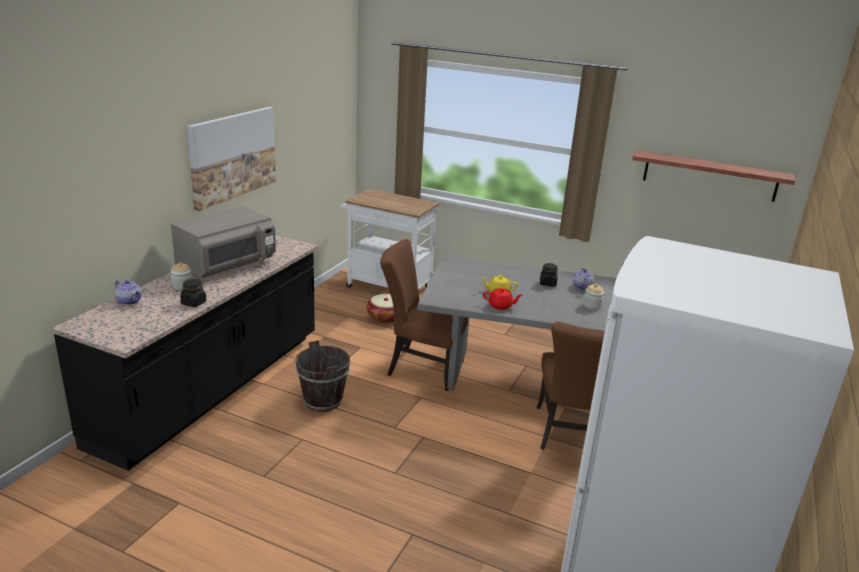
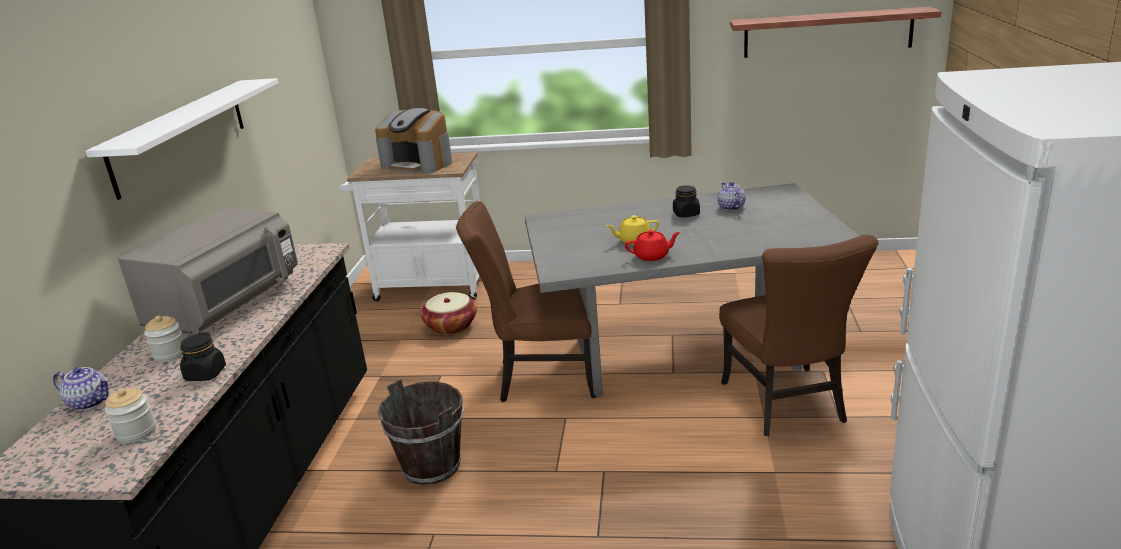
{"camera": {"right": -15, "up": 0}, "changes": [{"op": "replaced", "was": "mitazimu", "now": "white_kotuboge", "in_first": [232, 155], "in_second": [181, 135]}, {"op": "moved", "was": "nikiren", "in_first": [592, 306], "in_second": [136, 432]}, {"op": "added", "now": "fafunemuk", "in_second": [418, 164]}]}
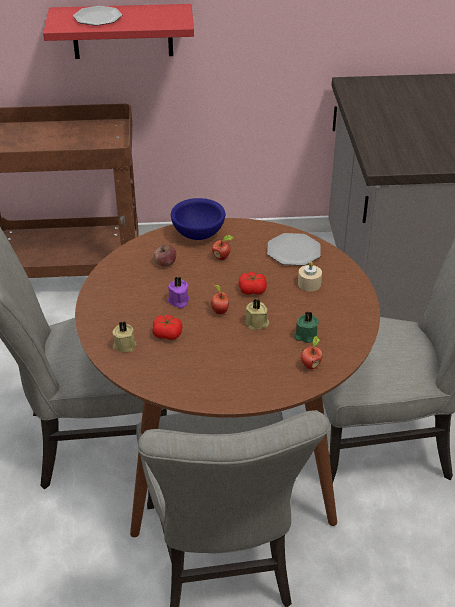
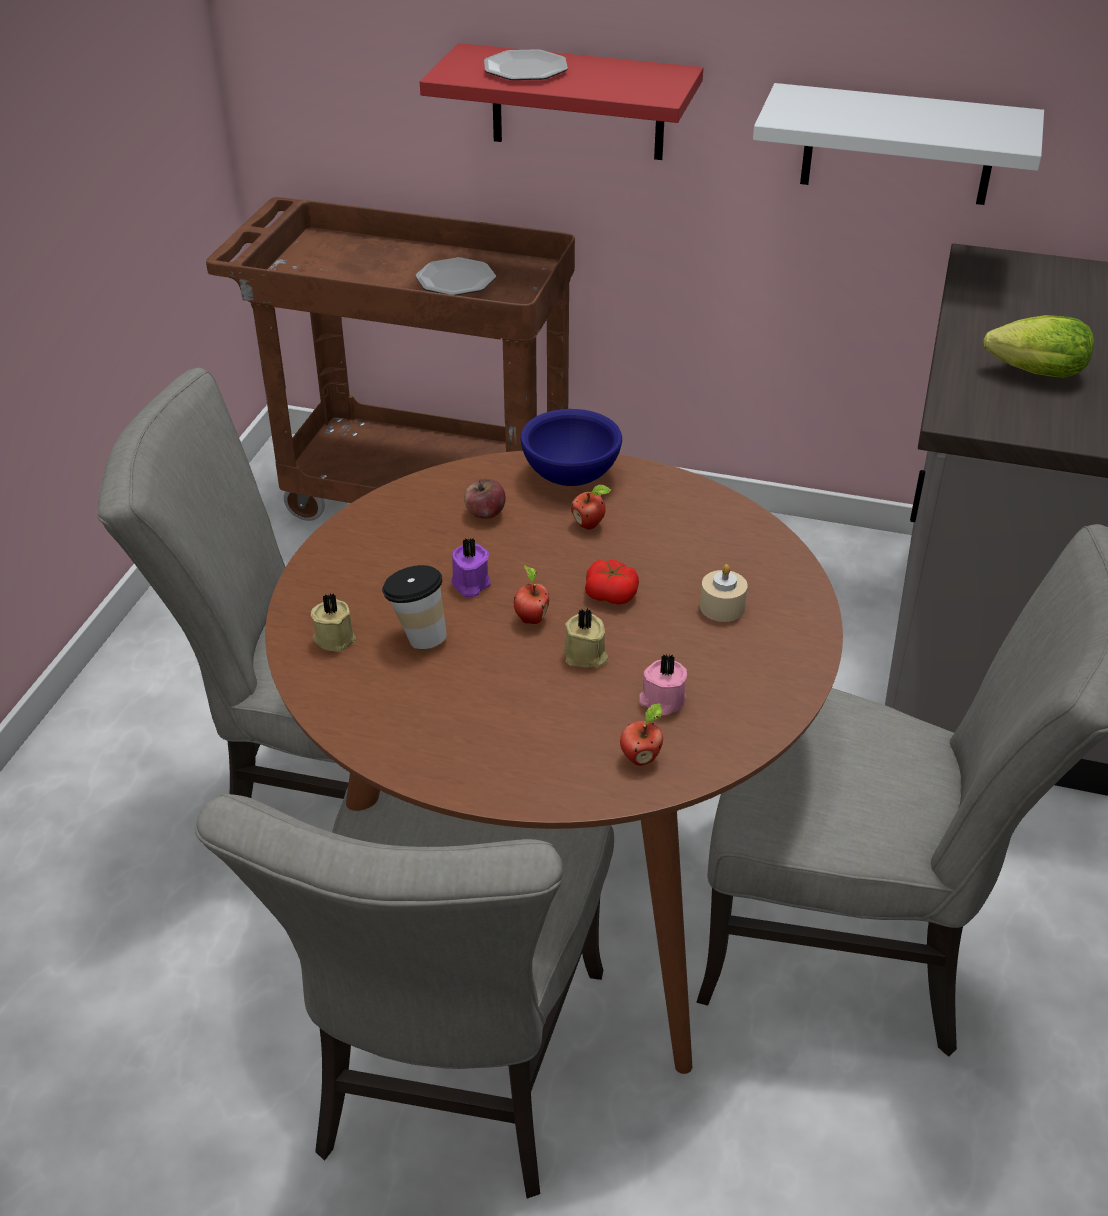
{"camera": {"right": 20, "up": 0}, "changes": [{"op": "replaced", "was": "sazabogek", "now": "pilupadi", "in_first": [167, 334], "in_second": [418, 637]}, {"op": "moved", "was": "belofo", "in_first": [294, 251], "in_second": [456, 280]}, {"op": "recoloured", "was": "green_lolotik", "now": "pink_lolotik", "in_first": [305, 335], "in_second": [662, 700]}, {"op": "added", "now": "white_kotuboge", "in_second": [898, 145]}, {"op": "added", "now": "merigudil", "in_second": [1030, 373]}]}
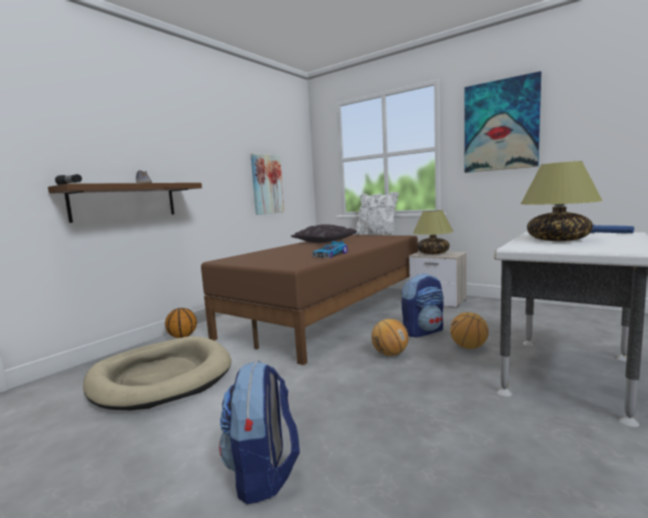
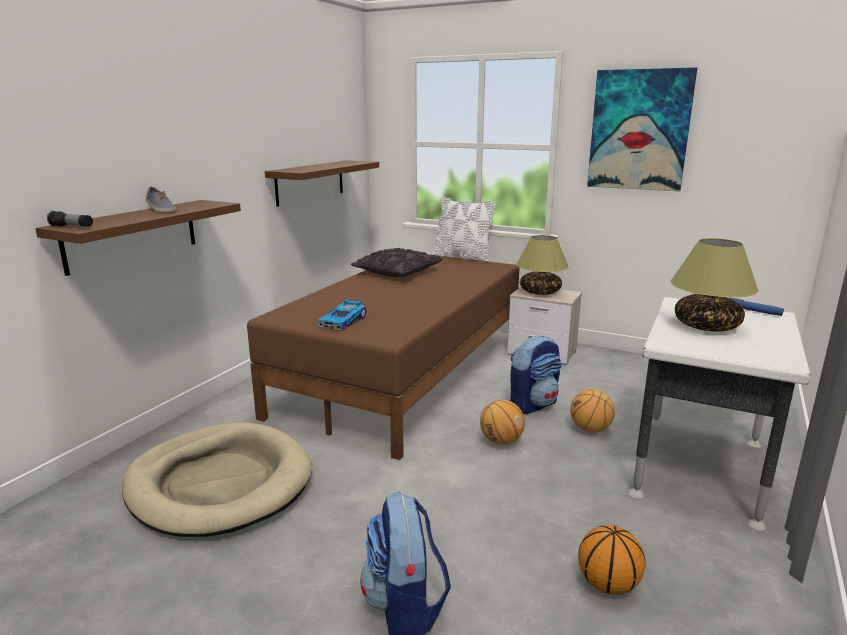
{"camera": {"right": -10, "up": 10}, "changes": [{"op": "replaced", "was": "mitazimu", "now": "brown_kotuboge", "in_first": [266, 184], "in_second": [310, 182]}, {"op": "moved", "was": "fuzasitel", "in_first": [331, 255], "in_second": [344, 321]}, {"op": "moved", "was": "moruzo", "in_first": [183, 337], "in_second": [608, 584]}]}
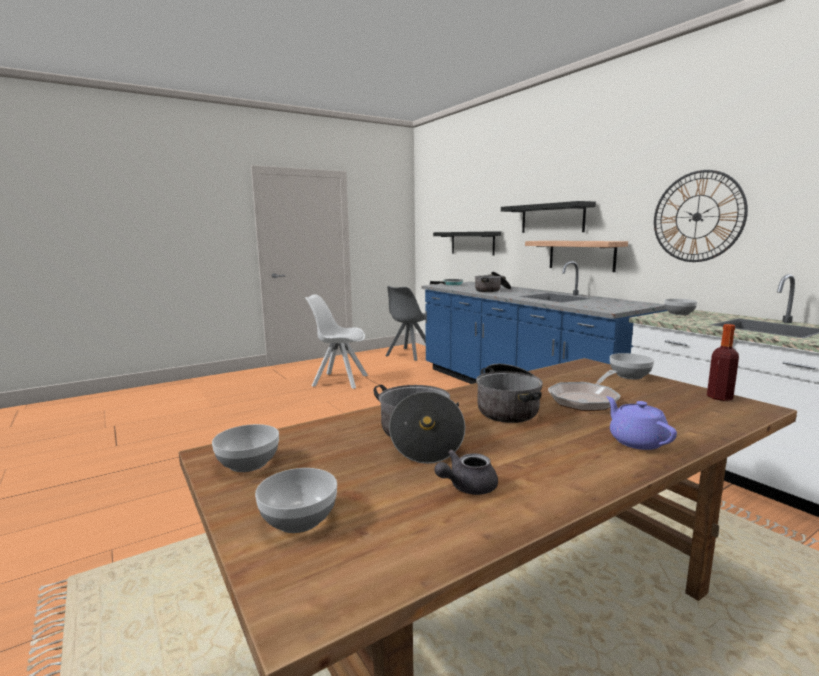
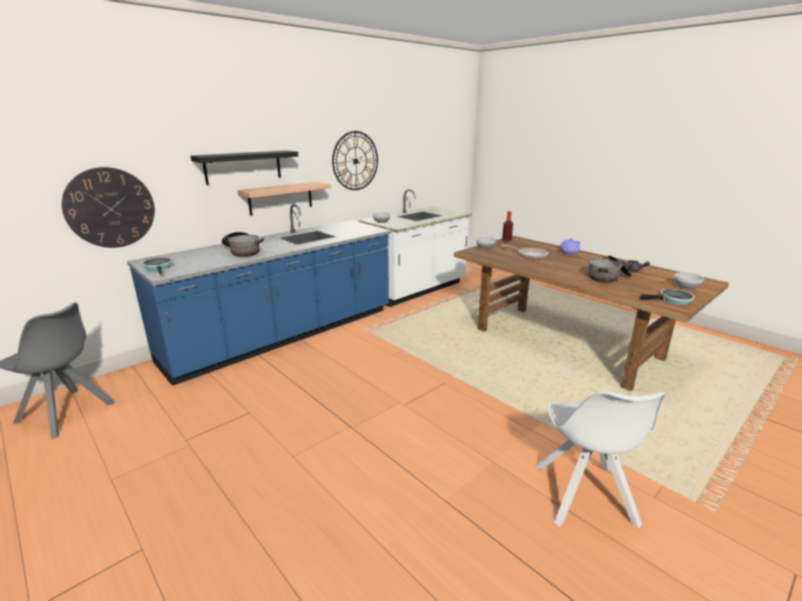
{"camera": {"right": -100, "up": 10}, "changes": [{"op": "replaced", "was": "black_kotuboge", "now": "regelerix", "in_first": [472, 243], "in_second": [110, 208]}, {"op": "moved", "was": "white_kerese", "in_first": [339, 380], "in_second": [584, 496]}, {"op": "replaced", "was": "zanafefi", "now": "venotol", "in_first": [247, 464], "in_second": [673, 300]}, {"op": "removed", "was": "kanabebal", "in_first": [509, 408]}]}
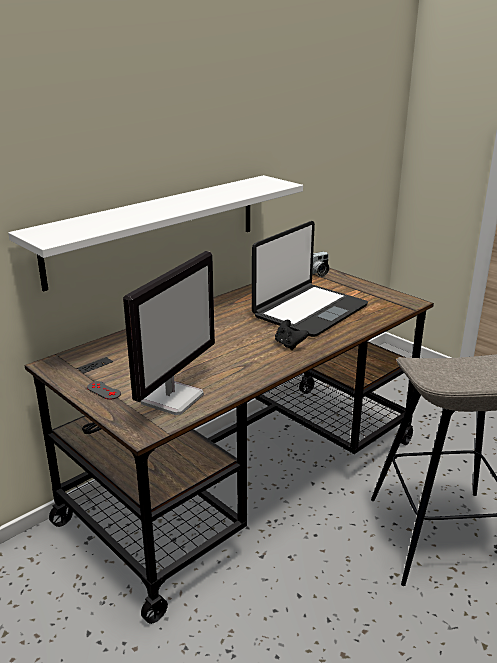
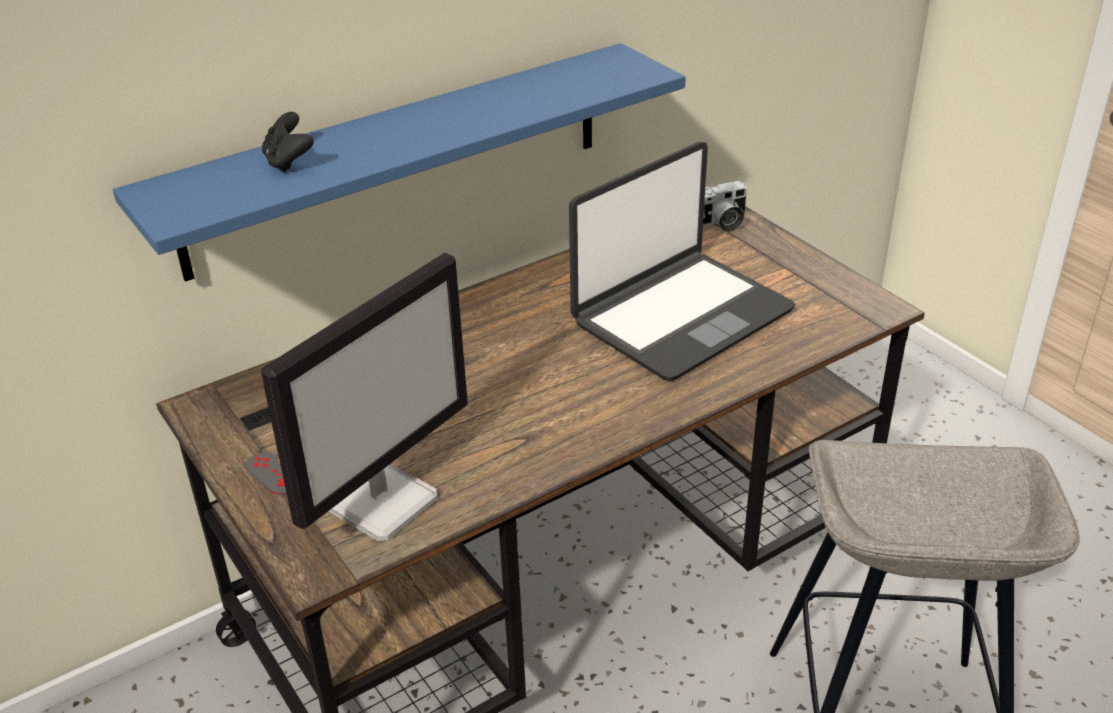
{"camera": {"right": 10, "up": 10}, "changes": [{"op": "recoloured", "was": "white_kotuboge", "now": "blue_kotuboge", "in_first": [155, 229], "in_second": [398, 158]}, {"op": "moved", "was": "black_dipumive", "in_first": [289, 345], "in_second": [289, 162]}]}
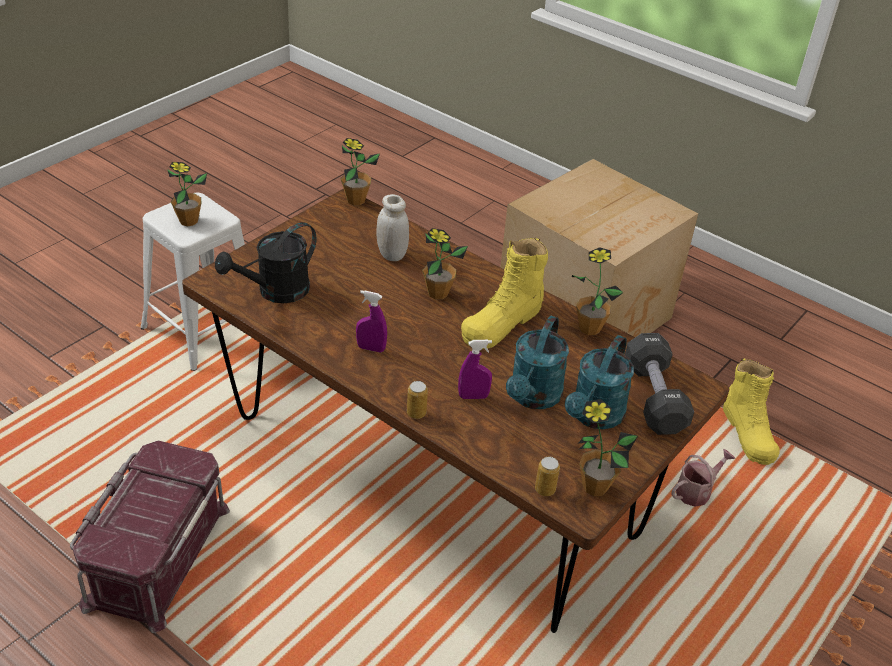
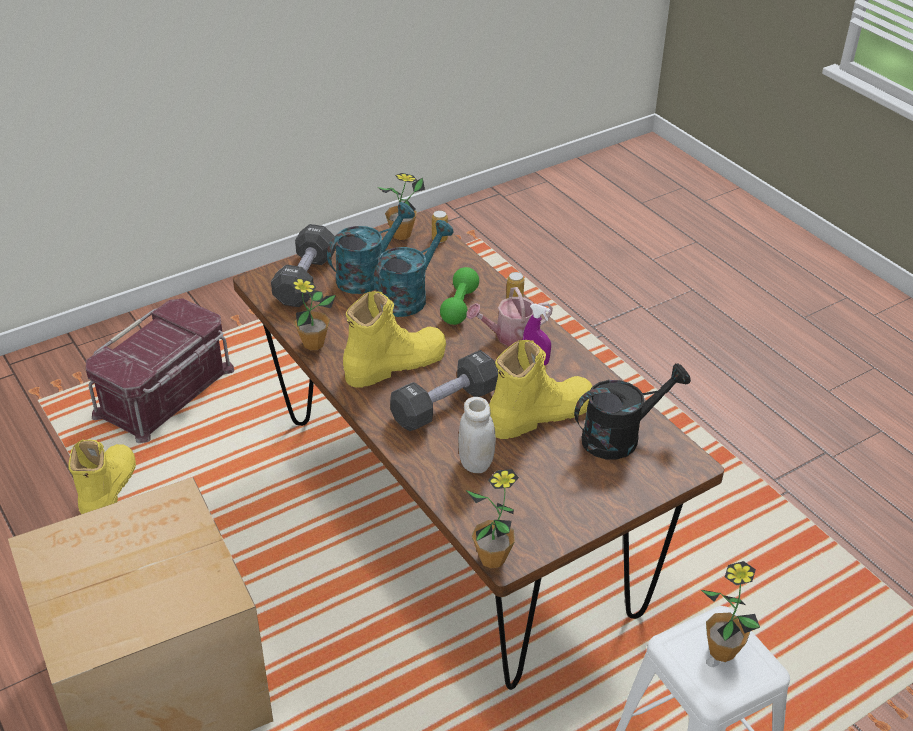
{"camera": {"right": -160, "up": 0}, "changes": [{"op": "moved", "was": "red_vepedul", "in_first": [156, 555], "in_second": [166, 393]}, {"op": "replaced", "was": "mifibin", "now": "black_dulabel", "in_first": [437, 293], "in_second": [445, 406]}, {"op": "replaced", "was": "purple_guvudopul", "now": "green_dulabel", "in_first": [473, 396], "in_second": [459, 306]}, {"op": "moved", "was": "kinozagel", "in_first": [696, 491], "in_second": [509, 336]}, {"op": "added", "now": "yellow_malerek", "in_second": [540, 414]}]}
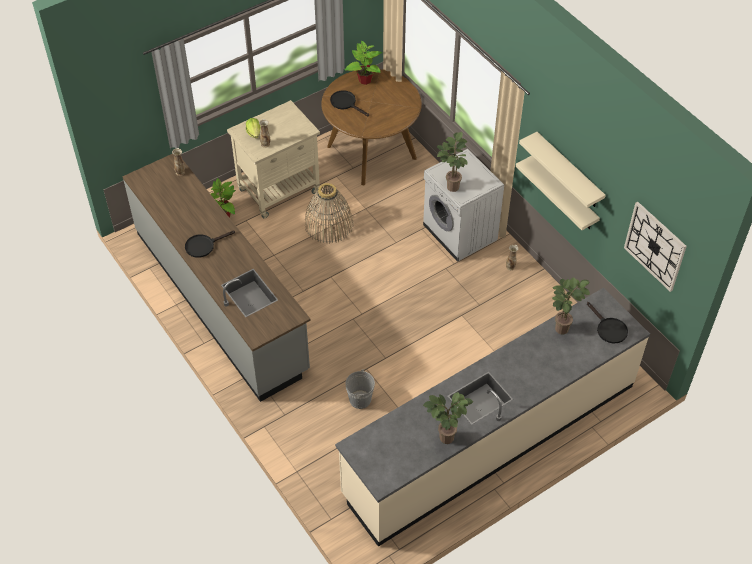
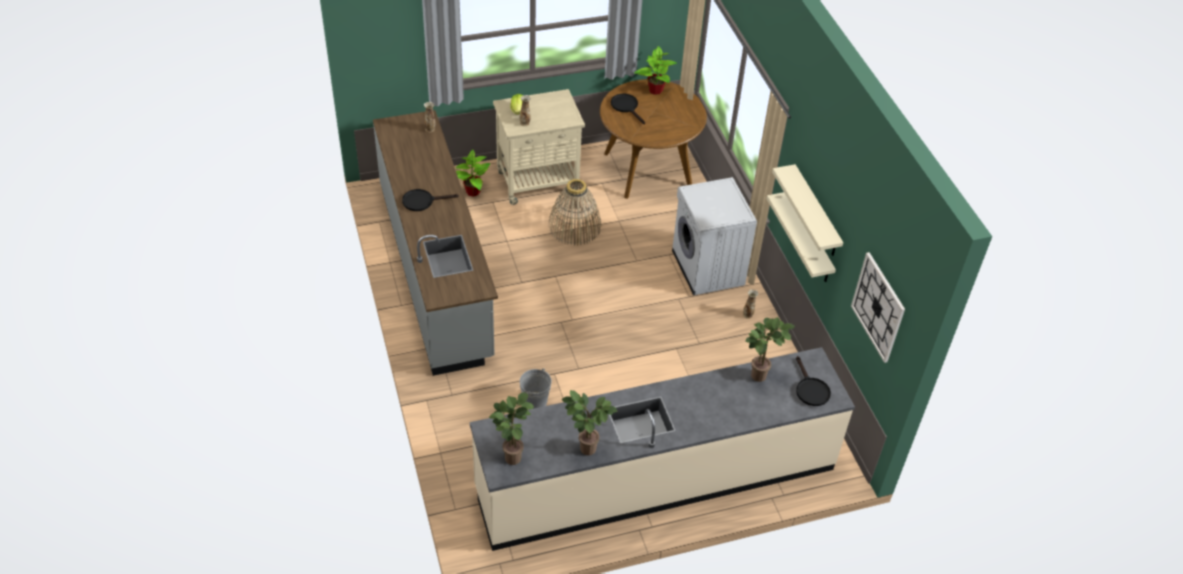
{"camera": {"right": 15, "up": -5}, "changes": [{"op": "moved", "was": "mifibin", "in_first": [451, 185], "in_second": [511, 455]}]}
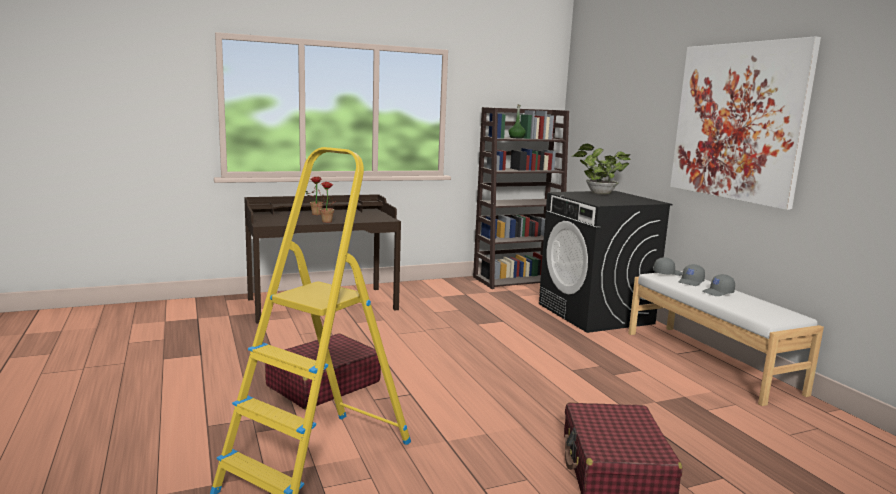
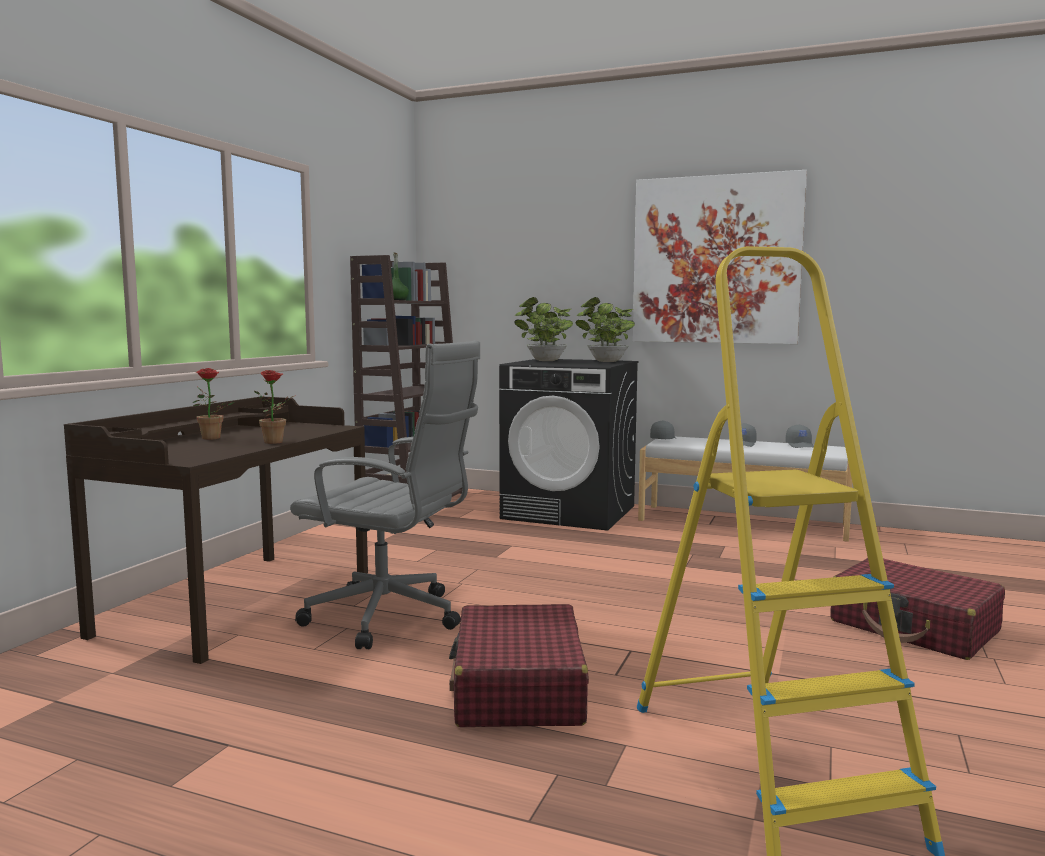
{"camera": {"right": -45, "up": -5}, "changes": [{"op": "added", "now": "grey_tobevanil", "in_second": [391, 618]}, {"op": "added", "now": "mifibin", "in_second": [605, 361]}, {"op": "moved", "was": "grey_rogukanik", "in_first": [691, 282], "in_second": [801, 445]}]}
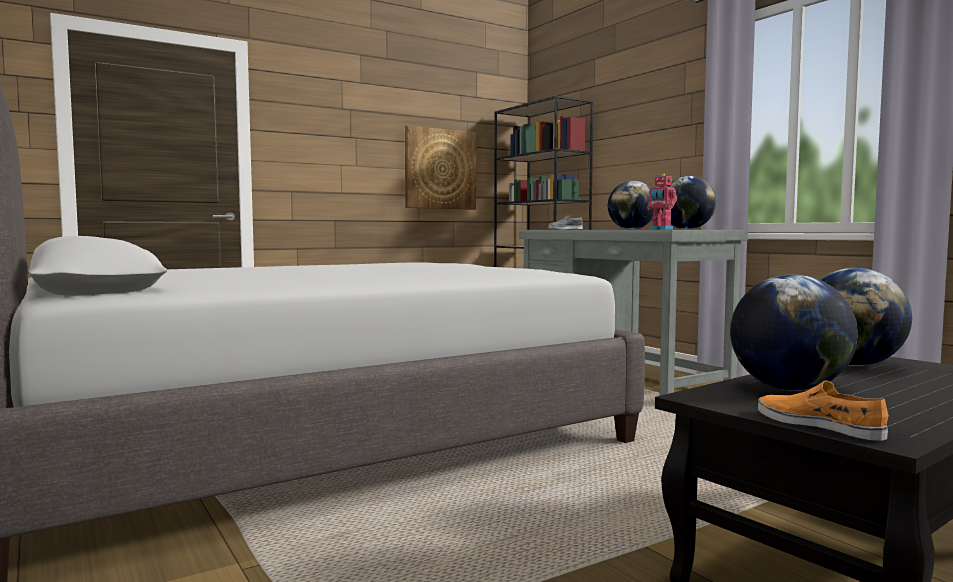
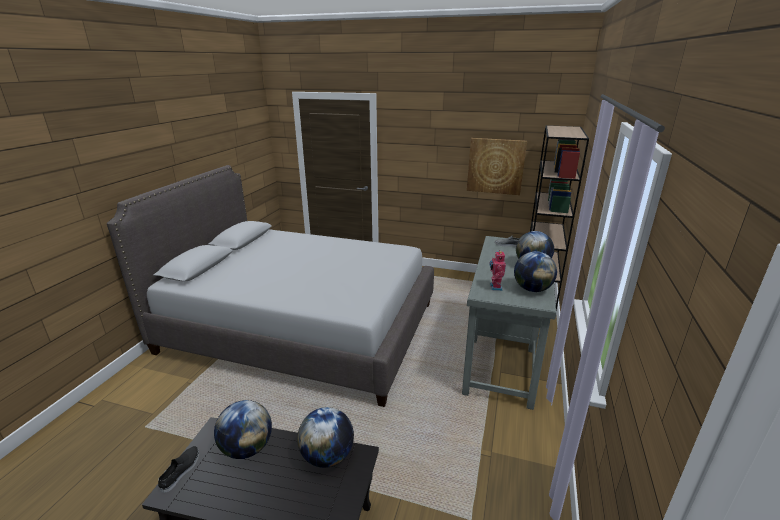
{"camera": {"right": 50, "up": 20}, "changes": [{"op": "recoloured", "was": "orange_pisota", "now": "black_pisota", "in_first": [819, 425], "in_second": [181, 471]}]}
